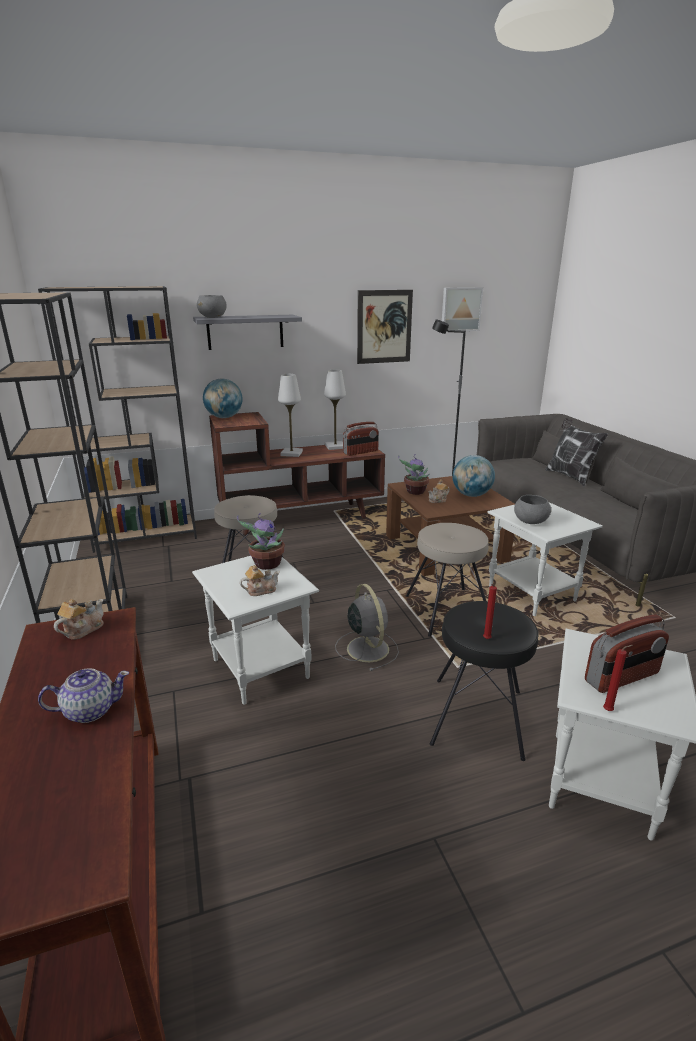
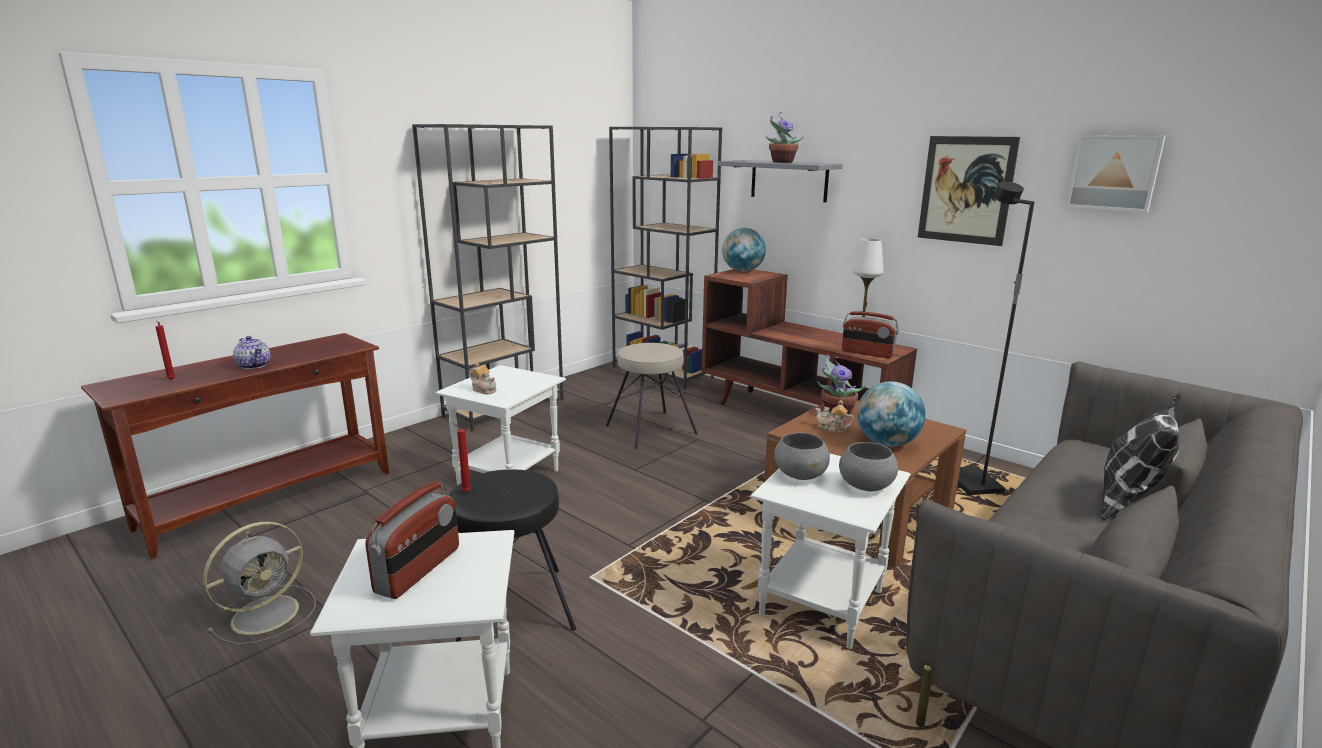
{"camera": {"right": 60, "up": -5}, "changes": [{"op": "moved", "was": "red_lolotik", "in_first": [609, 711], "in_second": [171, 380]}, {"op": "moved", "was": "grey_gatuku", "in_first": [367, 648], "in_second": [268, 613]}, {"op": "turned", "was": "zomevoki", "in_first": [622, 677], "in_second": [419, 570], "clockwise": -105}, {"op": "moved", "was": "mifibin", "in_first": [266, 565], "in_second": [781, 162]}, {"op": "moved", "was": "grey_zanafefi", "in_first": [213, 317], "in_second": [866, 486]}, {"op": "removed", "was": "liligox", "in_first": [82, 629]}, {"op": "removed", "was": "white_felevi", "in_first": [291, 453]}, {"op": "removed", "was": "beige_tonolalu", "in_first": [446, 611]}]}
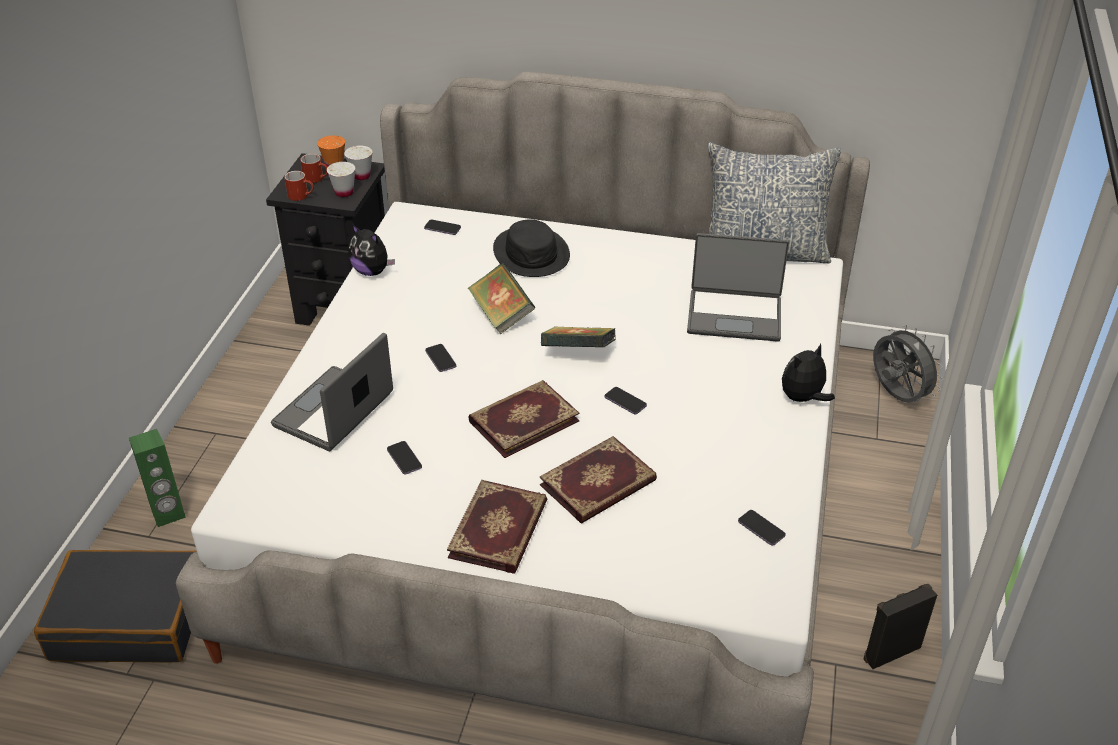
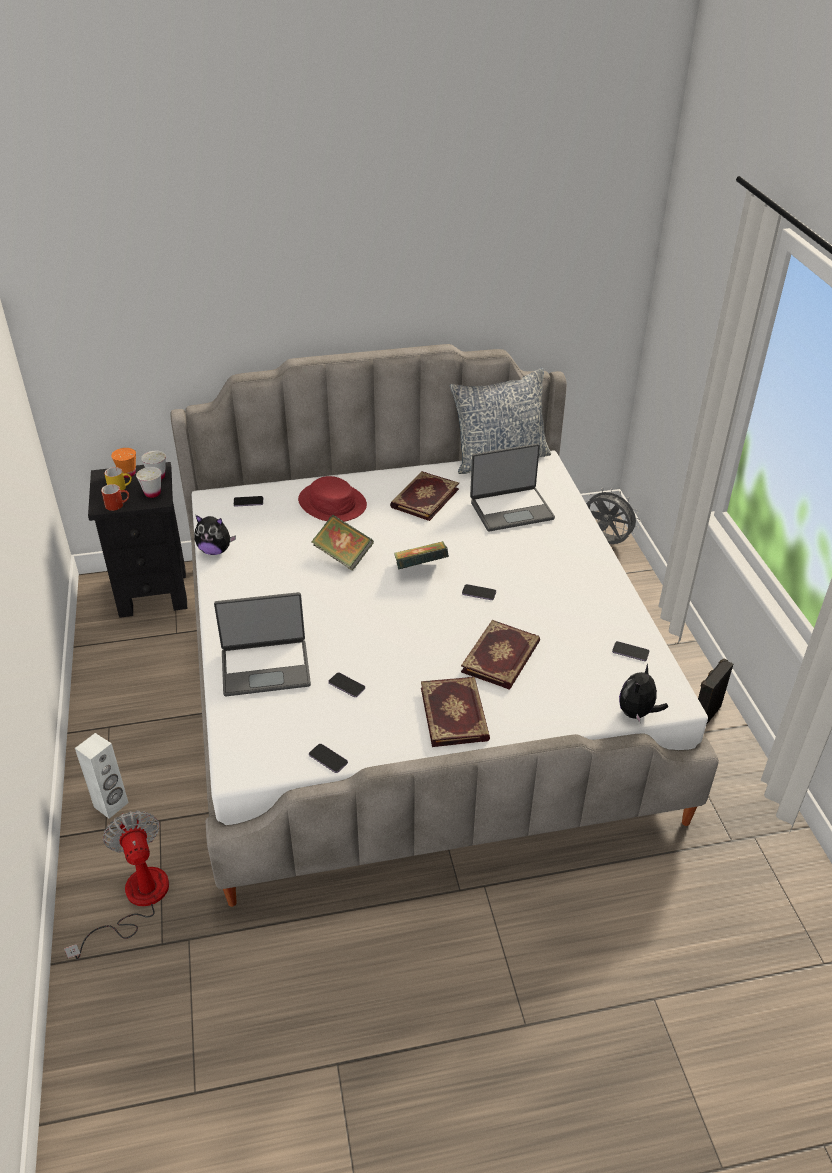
{"camera": {"right": -25, "up": 0}, "changes": [{"op": "replaced", "was": "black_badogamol", "now": "gatuku", "in_first": [130, 620], "in_second": [136, 900]}, {"op": "recoloured", "was": "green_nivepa", "now": "white_nivepa", "in_first": [168, 514], "in_second": [111, 805]}, {"op": "recoloured", "was": "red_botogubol", "now": "yellow_botogubol", "in_first": [317, 178], "in_second": [120, 487]}, {"op": "turned", "was": "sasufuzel", "in_first": [335, 411], "in_second": [265, 667], "clockwise": -105}, {"op": "recoloured", "was": "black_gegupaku", "now": "red_gegupaku", "in_first": [531, 253], "in_second": [332, 503]}, {"op": "moved", "was": "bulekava", "in_first": [440, 359], "in_second": [328, 759]}, {"op": "moved", "was": "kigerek", "in_first": [523, 420], "in_second": [424, 498]}, {"op": "moved", "was": "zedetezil", "in_first": [803, 398], "in_second": [637, 713]}]}
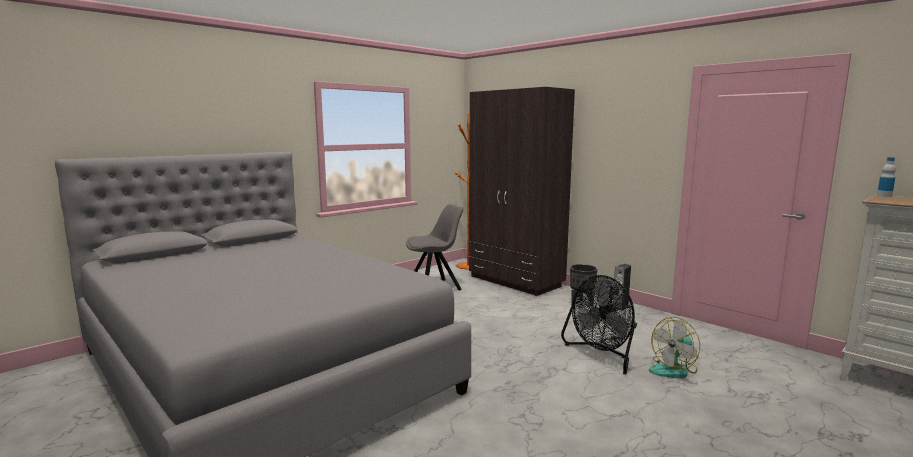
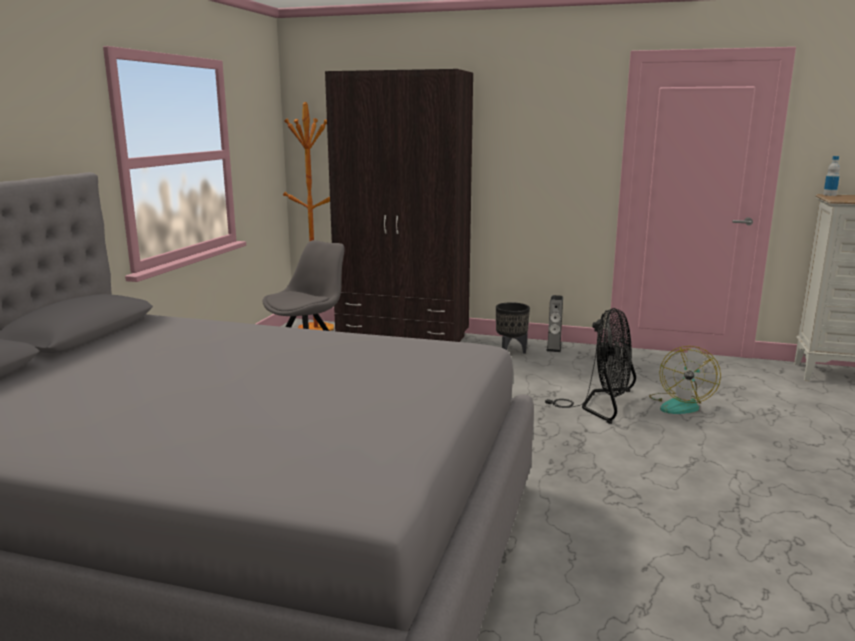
{"camera": {"right": -30, "up": 5}, "changes": [{"op": "turned", "was": "black_gatuku", "in_first": [602, 353], "in_second": [600, 404], "clockwise": -90}]}
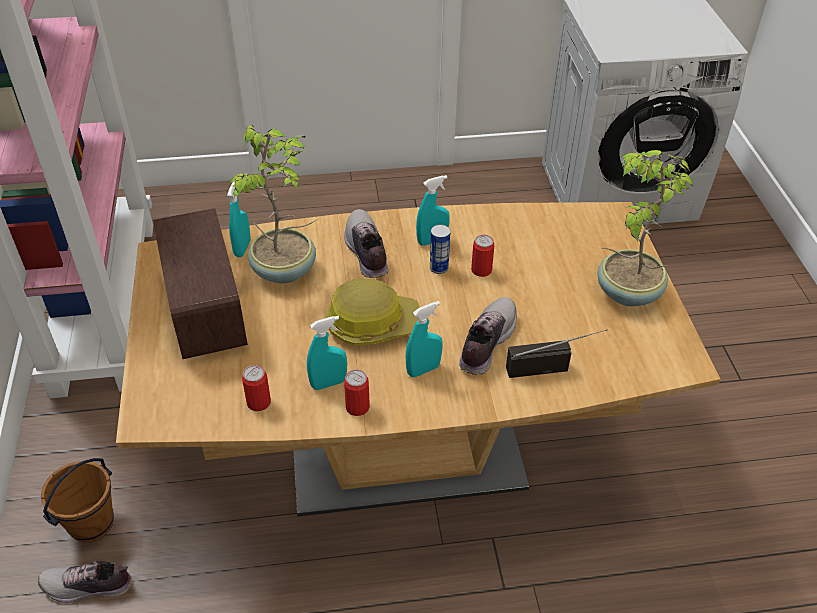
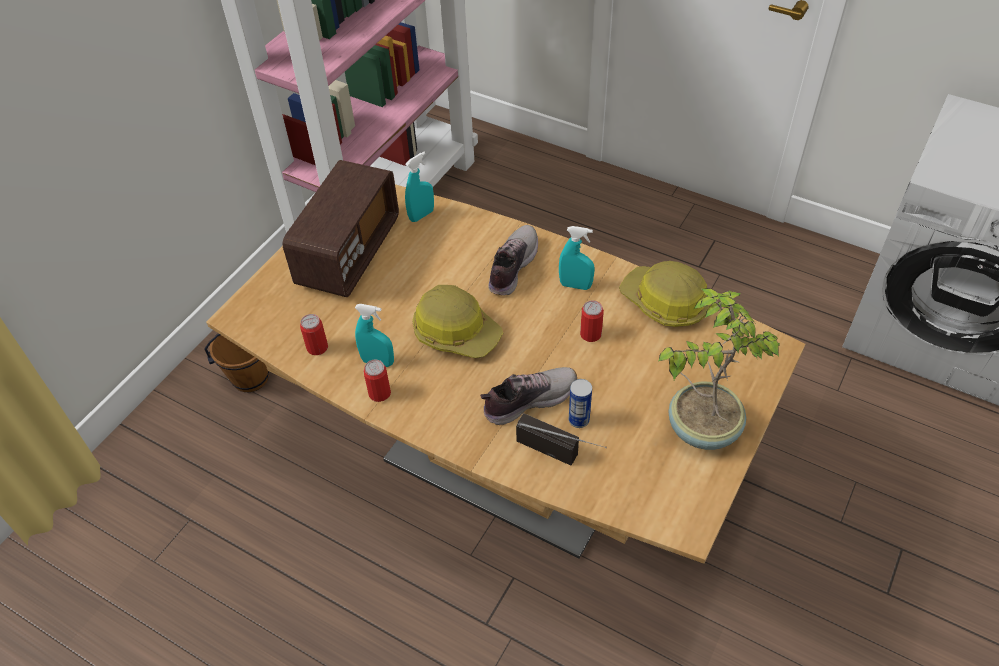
{"camera": {"right": 40, "up": 5}, "changes": [{"op": "moved", "was": "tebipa", "in_first": [439, 268], "in_second": [579, 420]}, {"op": "added", "now": "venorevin", "in_second": [664, 303]}, {"op": "removed", "was": "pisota", "in_first": [88, 587]}, {"op": "removed", "was": "mifibin", "in_first": [285, 270]}, {"op": "removed", "was": "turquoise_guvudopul", "in_first": [423, 370]}]}
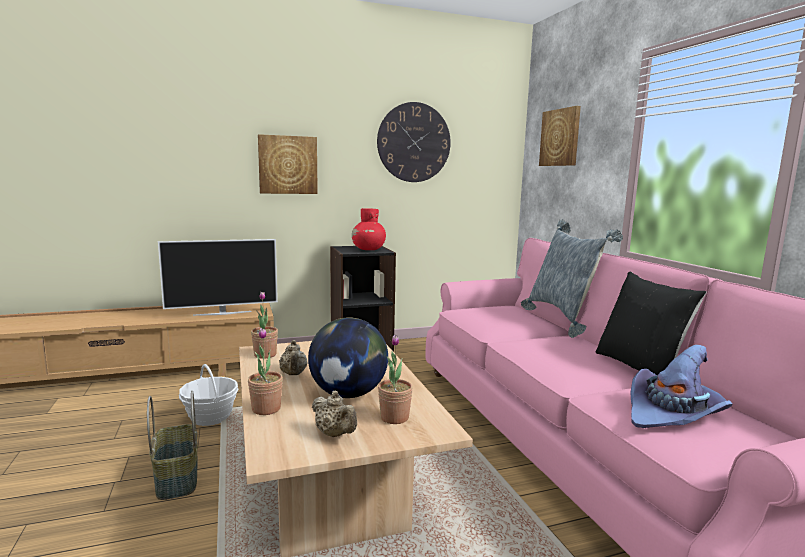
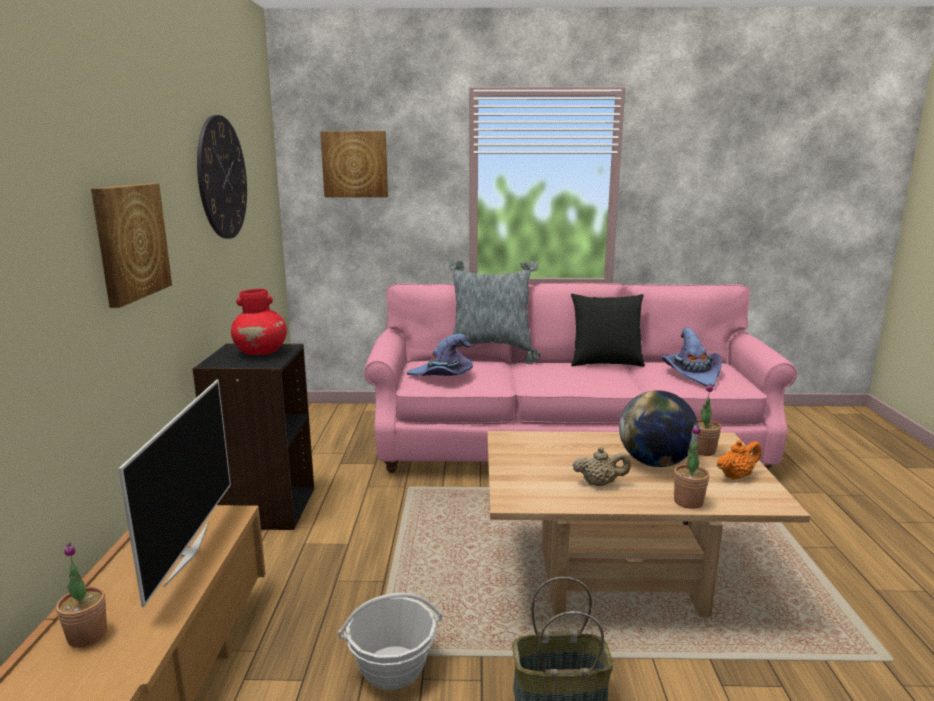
{"camera": {"right": -70, "up": 5}, "changes": [{"op": "moved", "was": "mifibin", "in_first": [265, 355], "in_second": [87, 635]}, {"op": "added", "now": "purple_gegupaku", "in_second": [442, 376]}, {"op": "recoloured", "was": "beige_liligox", "now": "orange_liligox", "in_first": [335, 434], "in_second": [736, 476]}]}
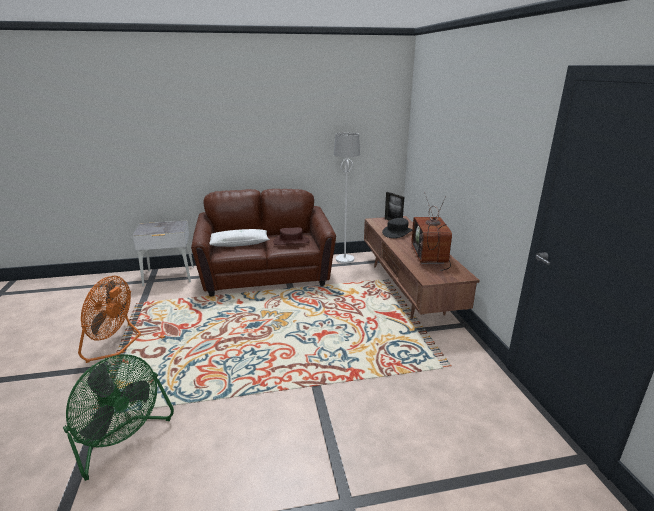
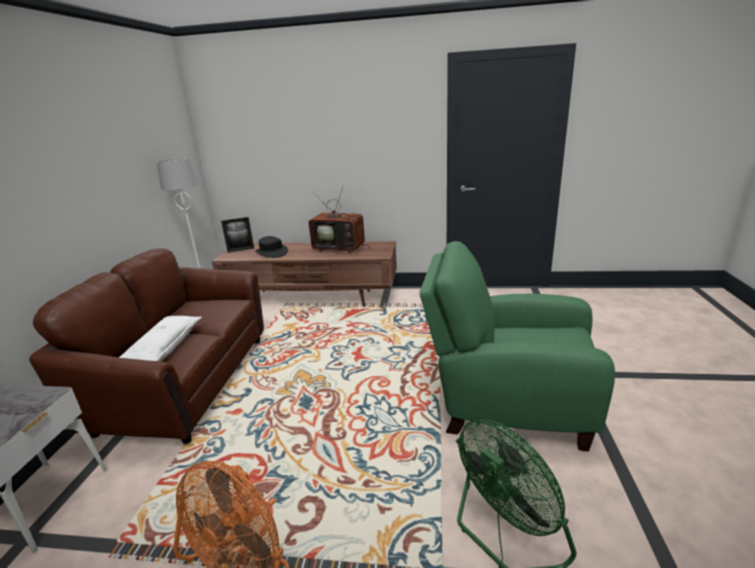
{"camera": {"right": -70, "up": 0}, "changes": [{"op": "added", "now": "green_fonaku", "in_second": [507, 403]}, {"op": "removed", "was": "brown_gegupaku", "in_first": [291, 241]}]}
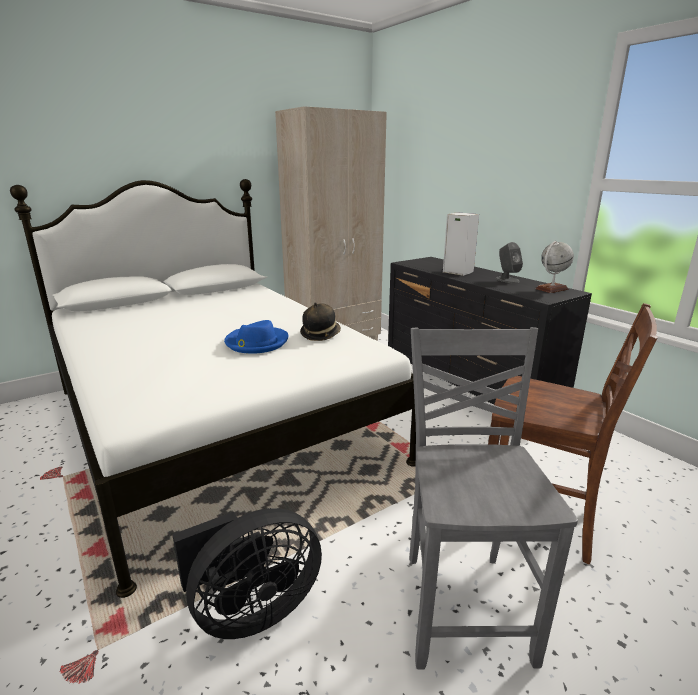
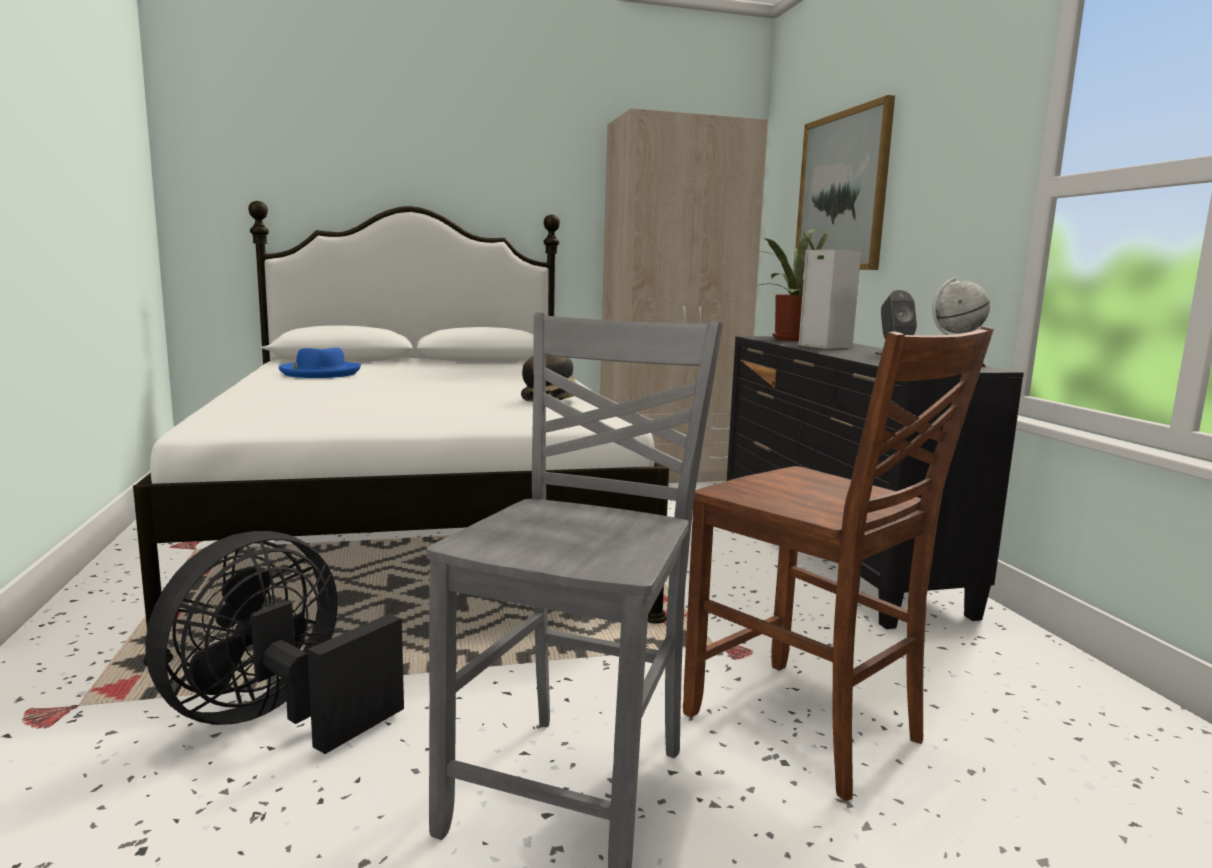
{"camera": {"right": 20, "up": -10}, "changes": [{"op": "turned", "was": "black_gatuku", "in_first": [251, 611], "in_second": [277, 717], "clockwise": 135}, {"op": "moved", "was": "blue_gegupaku", "in_first": [256, 343], "in_second": [320, 373]}, {"op": "added", "now": "mifibin", "in_second": [788, 339]}, {"op": "added", "now": "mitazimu", "in_second": [842, 192]}]}
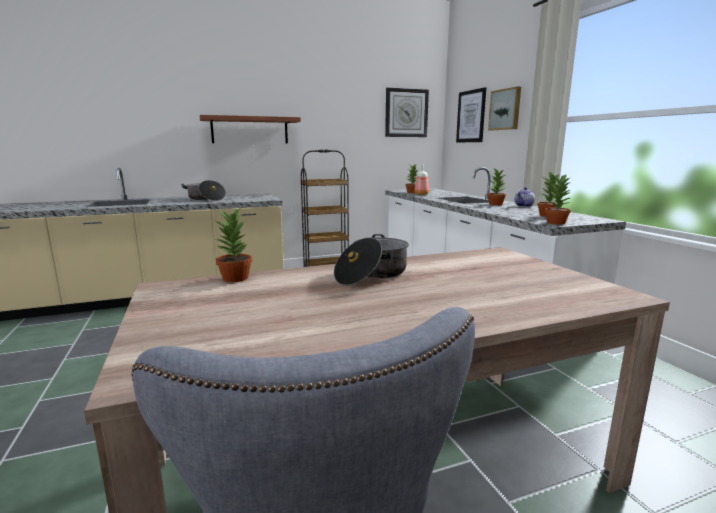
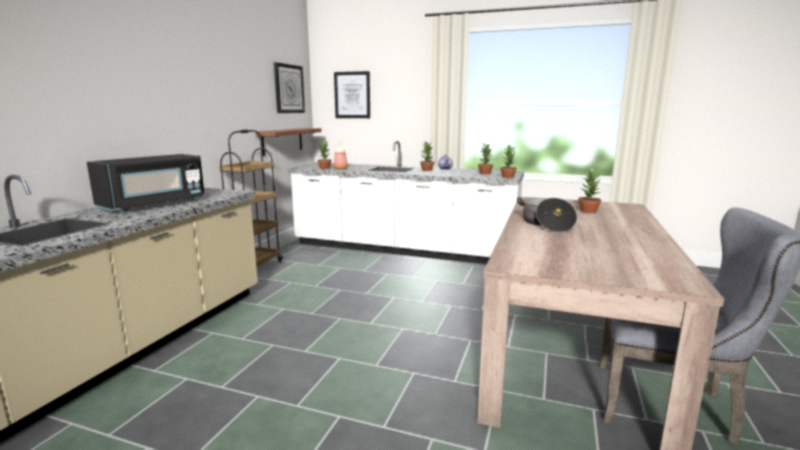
{"camera": {"right": -50, "up": 0}, "changes": [{"op": "replaced", "was": "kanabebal", "now": "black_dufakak", "in_first": [205, 199], "in_second": [154, 204]}, {"op": "moved", "was": "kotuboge", "in_first": [250, 130], "in_second": [282, 141]}, {"op": "moved", "was": "mifibin", "in_first": [236, 278], "in_second": [588, 211]}, {"op": "removed", "was": "mitazimu", "in_first": [505, 109]}]}
